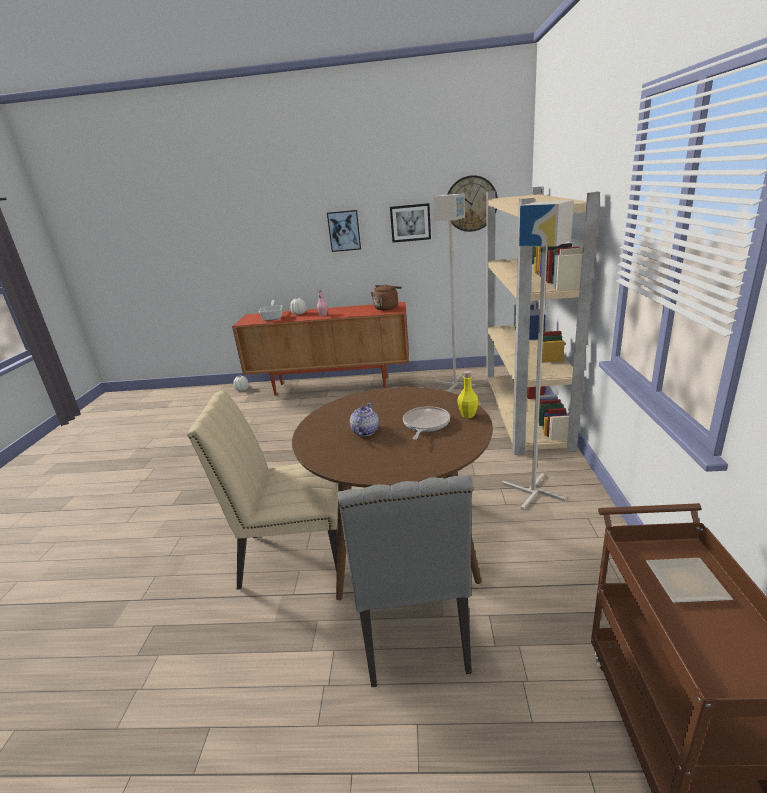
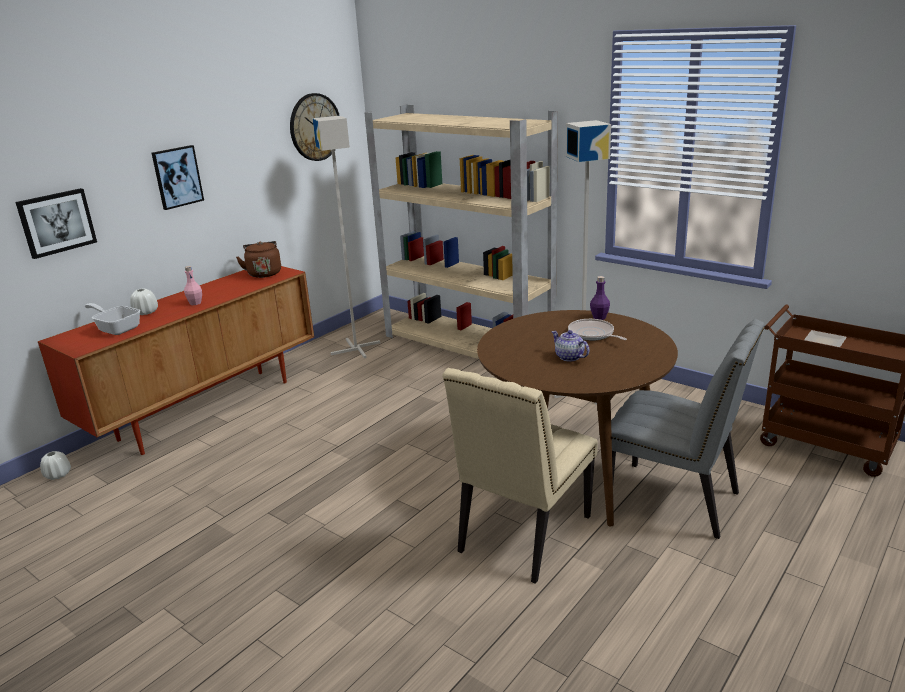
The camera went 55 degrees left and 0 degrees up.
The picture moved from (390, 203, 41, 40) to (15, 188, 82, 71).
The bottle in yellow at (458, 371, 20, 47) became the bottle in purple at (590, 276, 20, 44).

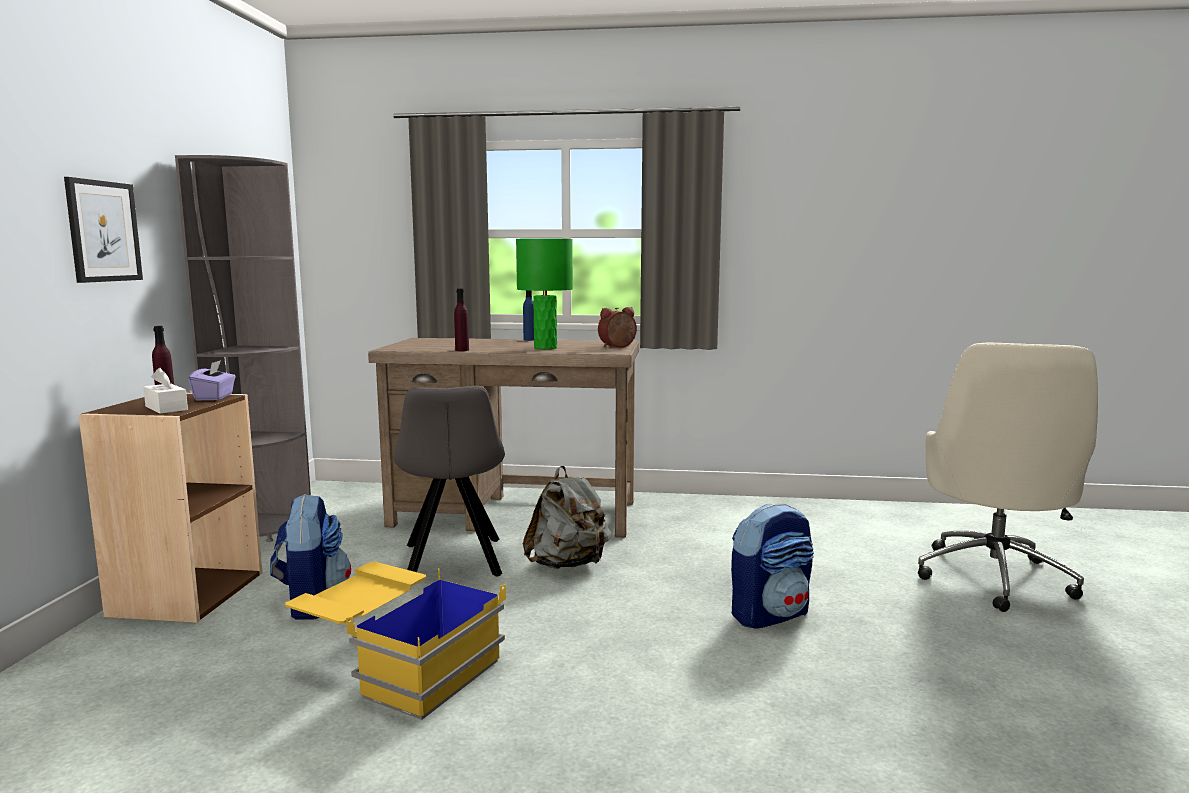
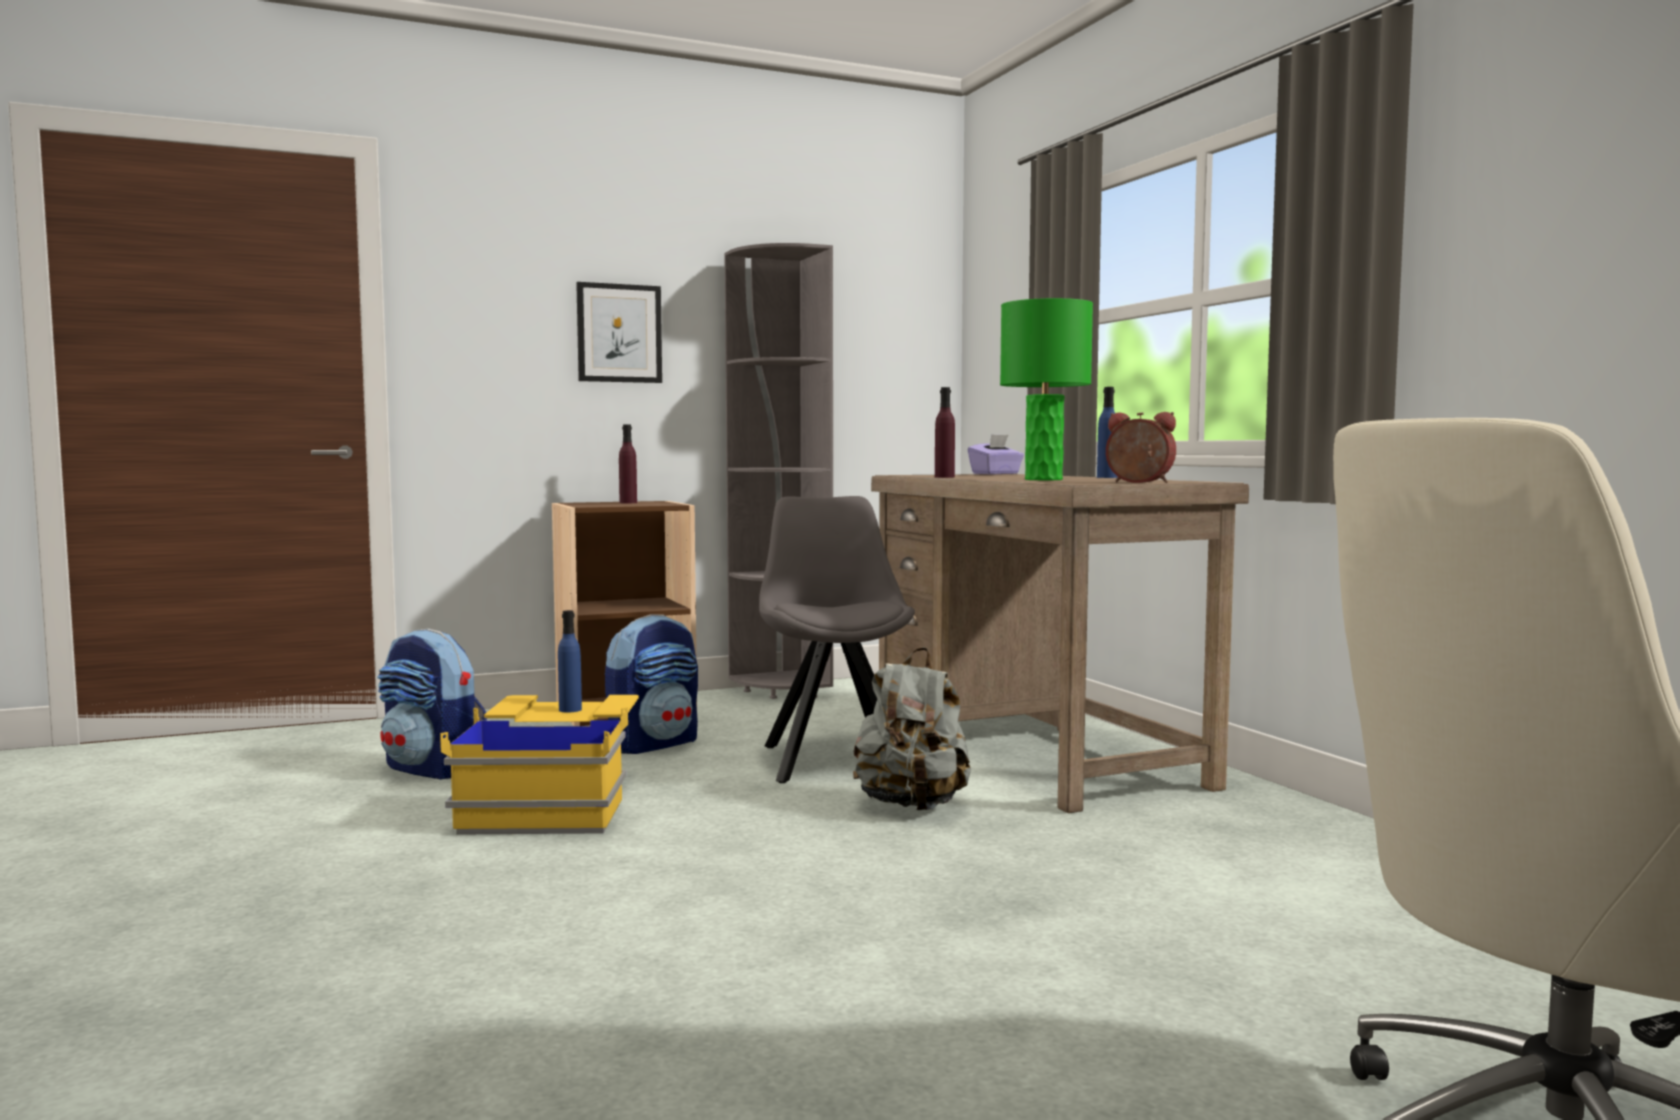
The camera went 60 degrees right and 5 degrees down.
The tissue box in white at (143, 368, 45, 46) disappeared.
The tissue box in purple moved from (188, 360, 48, 40) to (968, 434, 56, 41).
The chair in grey at (394, 386, 111, 190) turned 120 degrees clockwise.
The backpack moved from (731, 503, 83, 126) to (377, 629, 110, 151).
The bottle in blue at (558, 610, 24, 103) appeared.

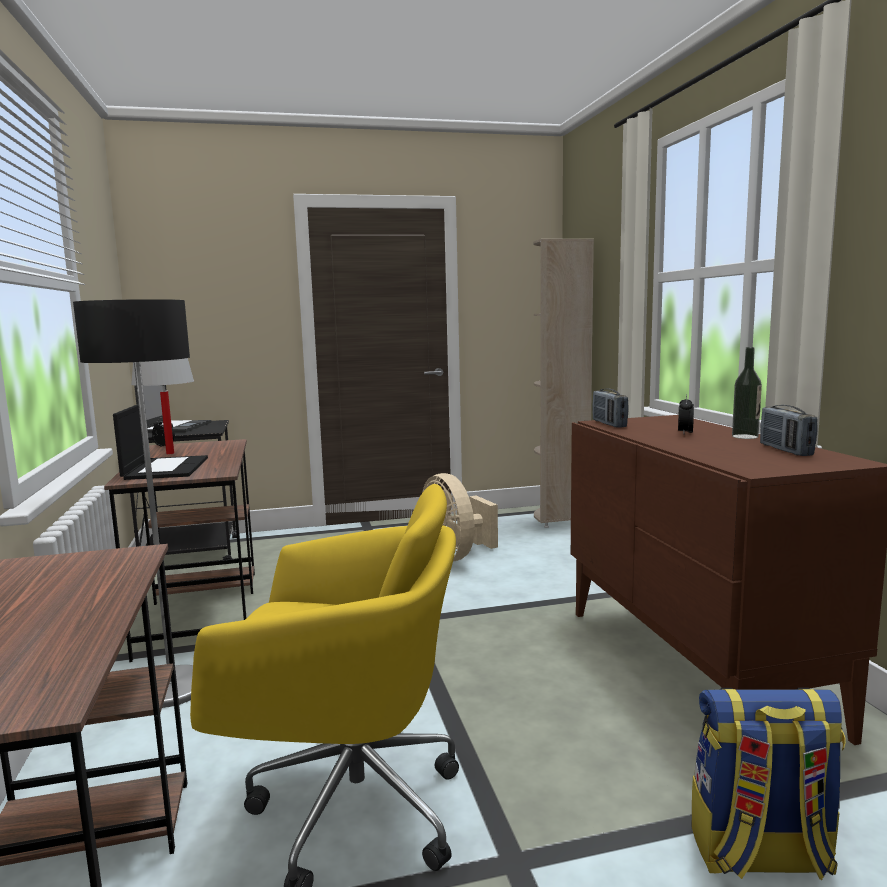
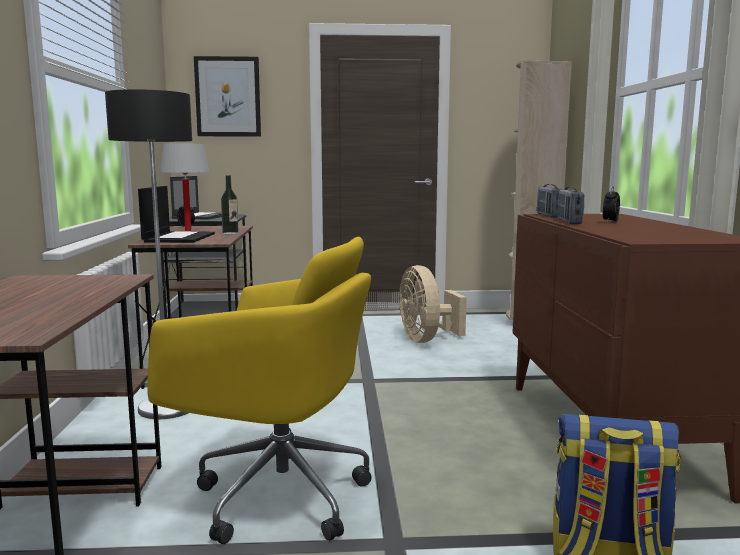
The camera went 10 degrees right and 0 degrees up.
The bottle moved from (732, 347, 30, 92) to (221, 175, 17, 59).
The radio moved from (760, 405, 57, 51) to (557, 186, 27, 38).
The picture at (194, 56, 67, 80) appeared.

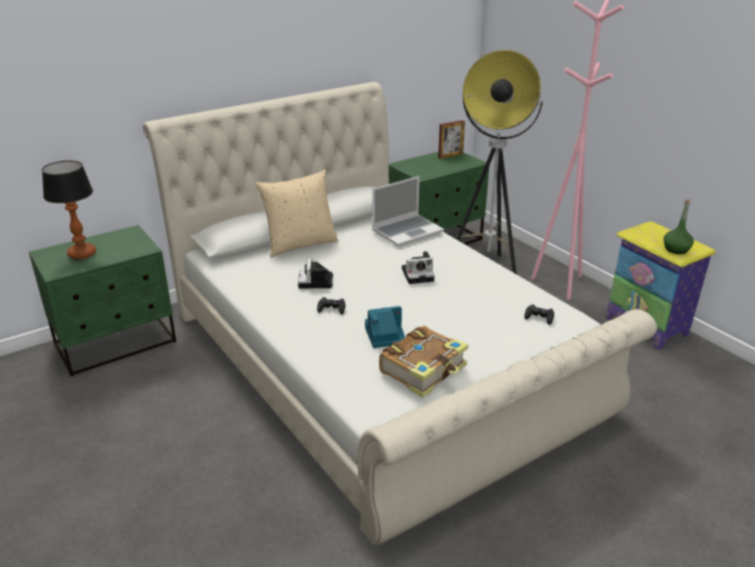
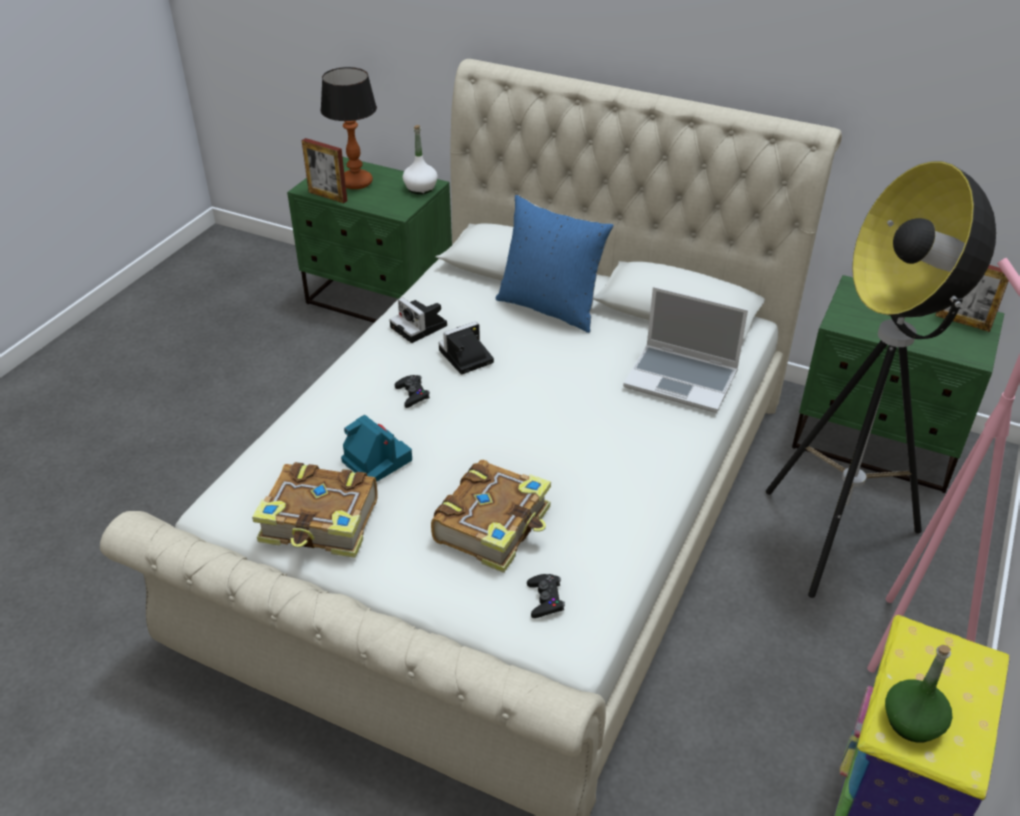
The camera went 60 degrees right and 10 degrees up.
The pillow in beige at (256, 170, 83, 88) became the pillow in blue at (496, 195, 118, 138).
The photo camera moved from (402, 251, 32, 33) to (390, 297, 57, 46).
The picture frame at (302, 138, 45, 65) appeared.
The bottle in white at (403, 125, 35, 69) appeared.
The book at (431, 460, 120, 113) appeared.

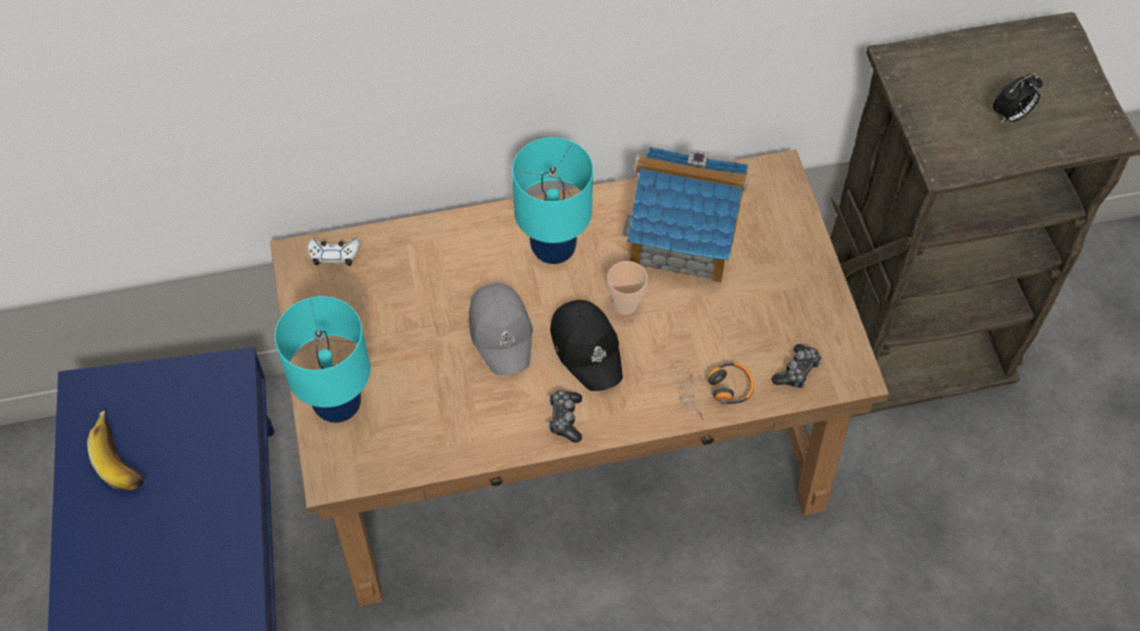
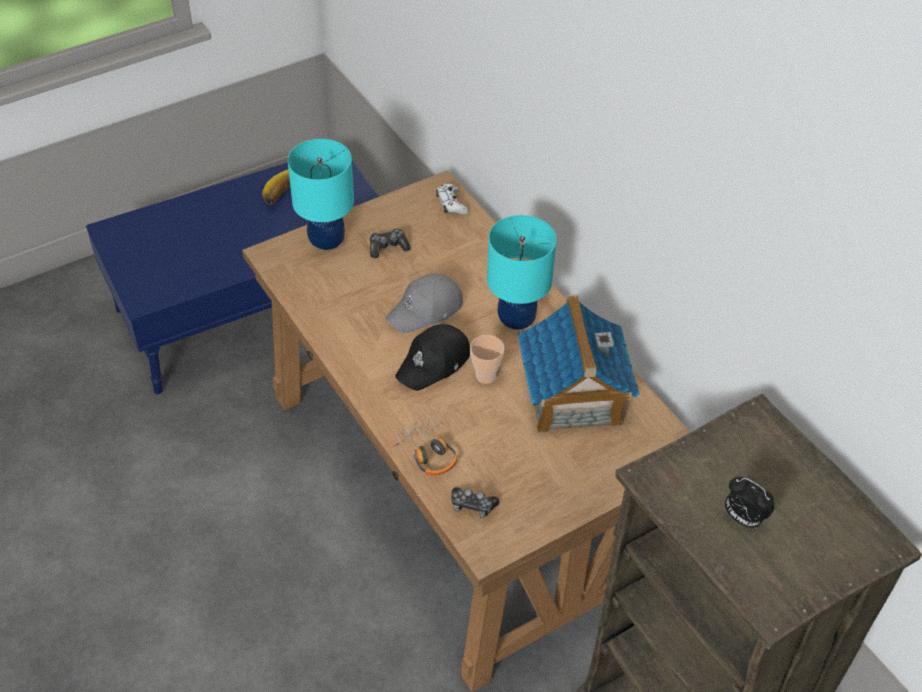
The camera went 70 degrees right and 10 degrees down.
The game controller moved from (548, 390, 34, 53) to (370, 228, 41, 30).

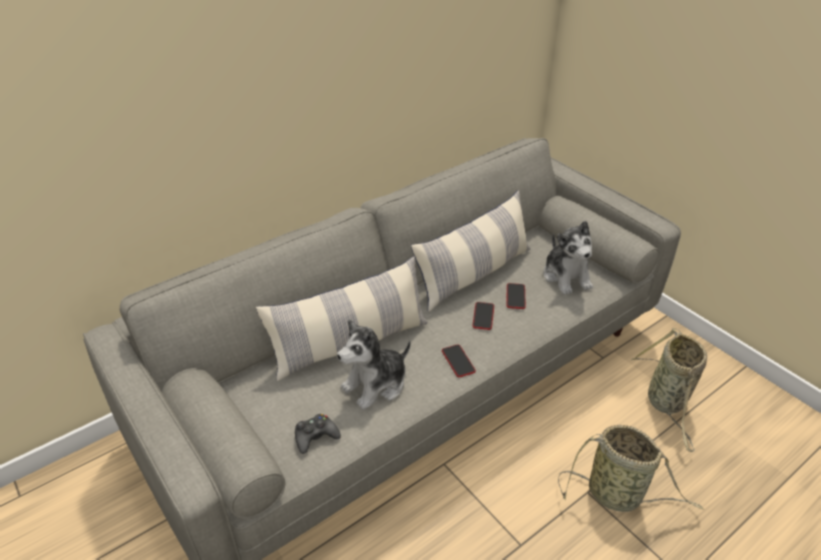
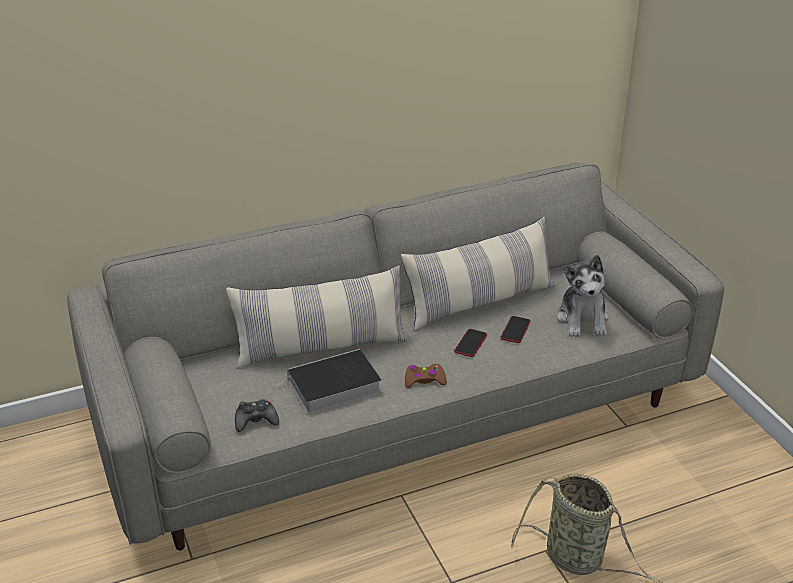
The camera went 15 degrees right and 5 degrees down.
The plush toy at (337, 320, 74, 90) was replaced by the book at (275, 349, 107, 65).
The phone at (442, 344, 34, 33) was replaced by the game controller in brown at (405, 364, 42, 24).
The basket at (631, 328, 76, 124) disappeared.

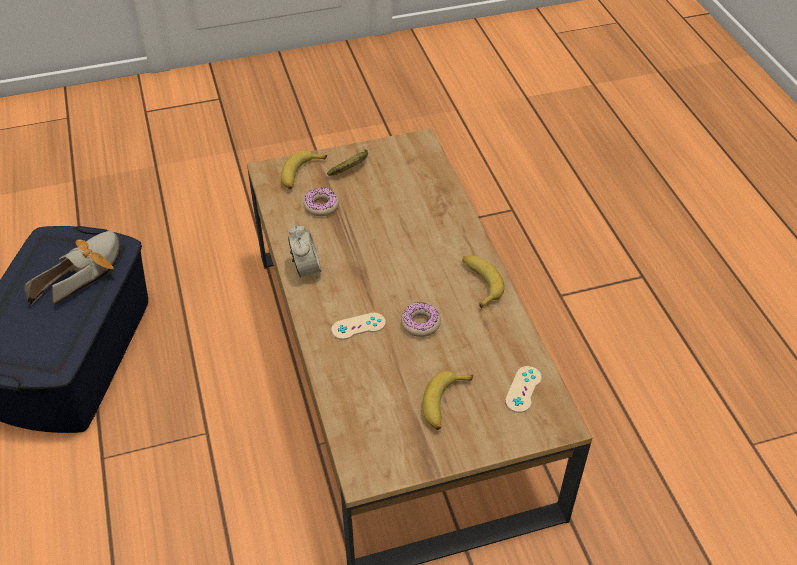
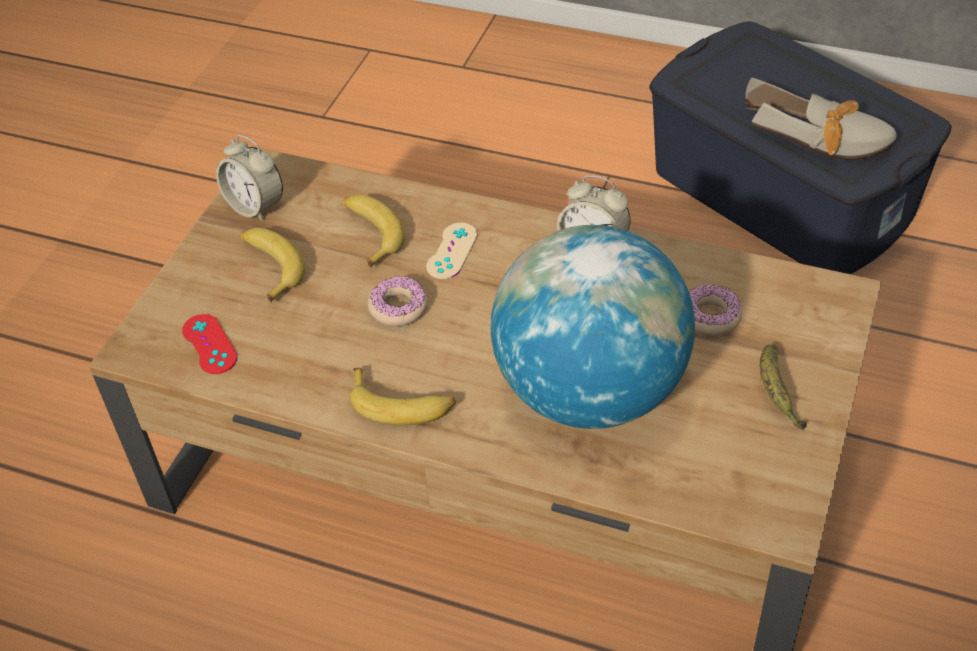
The camera went 130 degrees right and 0 degrees up.
The shoe at (24, 231, 95, 74) turned 45 degrees counterclockwise.
The banana moved from (281, 150, 46, 39) to (343, 194, 62, 73).
The game controller in beige at (505, 366, 37, 47) became the game controller in red at (182, 314, 55, 60).
The alarm clock at (216, 135, 67, 86) appeared.
The globe at (491, 225, 204, 204) appeared.

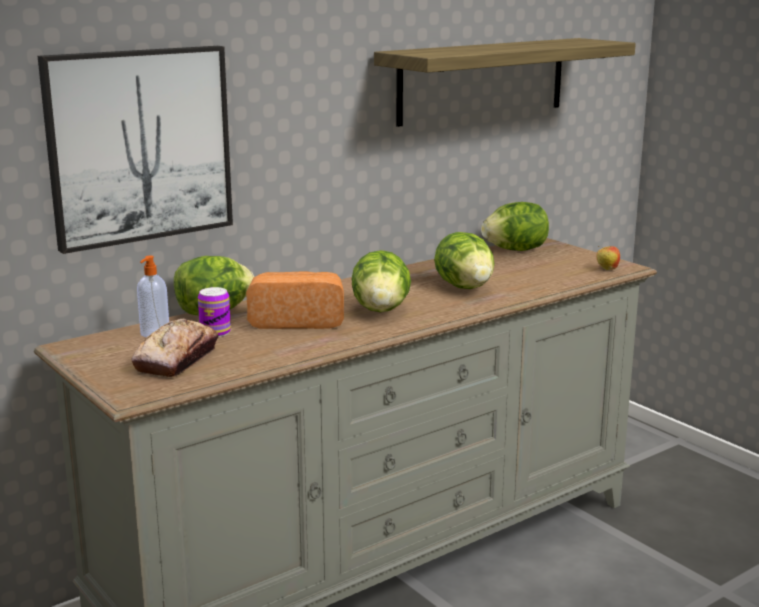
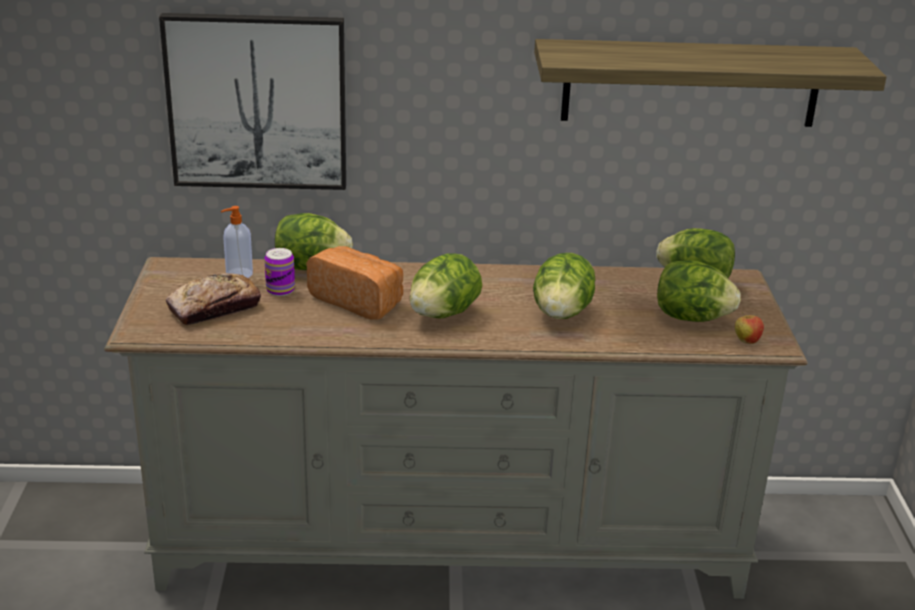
The camera went 35 degrees right and 10 degrees up.
The lettuce at (657, 261, 84, 61) appeared.

